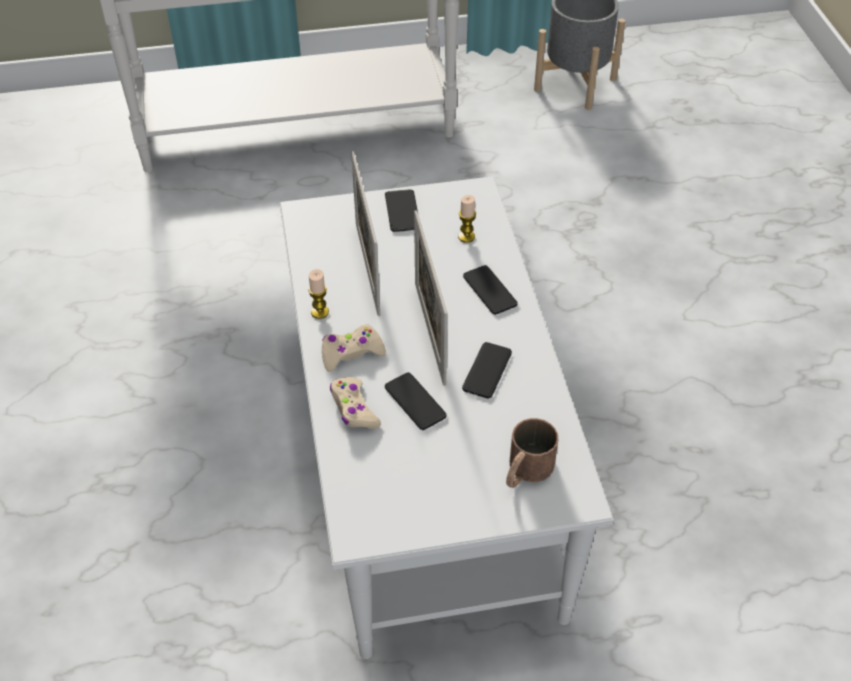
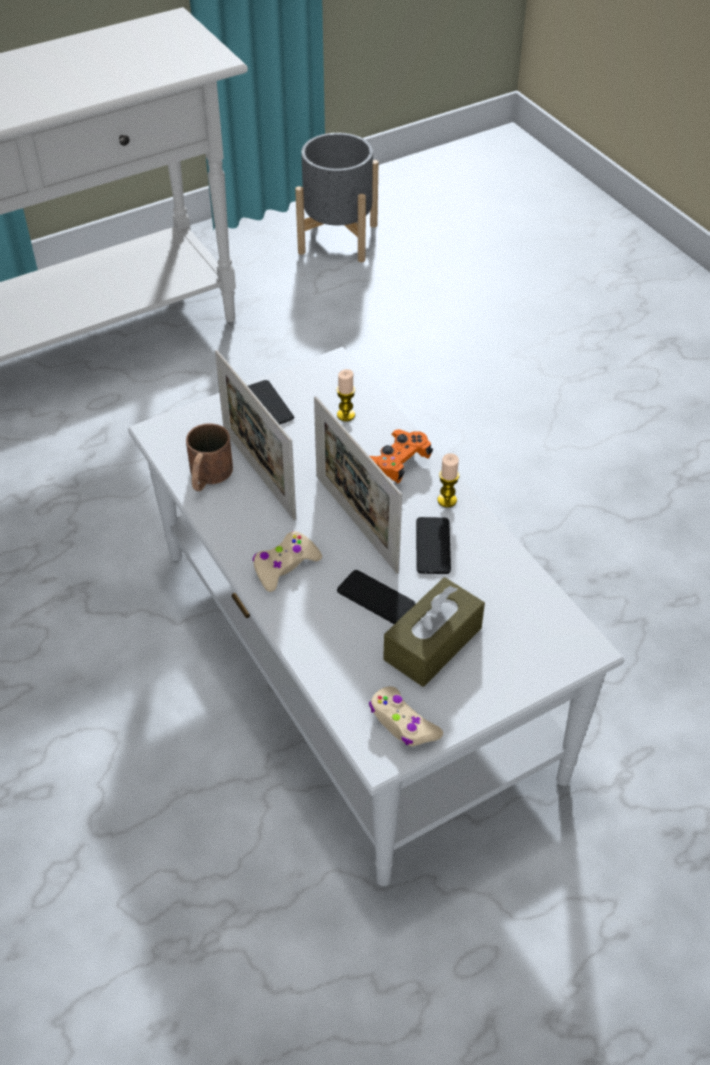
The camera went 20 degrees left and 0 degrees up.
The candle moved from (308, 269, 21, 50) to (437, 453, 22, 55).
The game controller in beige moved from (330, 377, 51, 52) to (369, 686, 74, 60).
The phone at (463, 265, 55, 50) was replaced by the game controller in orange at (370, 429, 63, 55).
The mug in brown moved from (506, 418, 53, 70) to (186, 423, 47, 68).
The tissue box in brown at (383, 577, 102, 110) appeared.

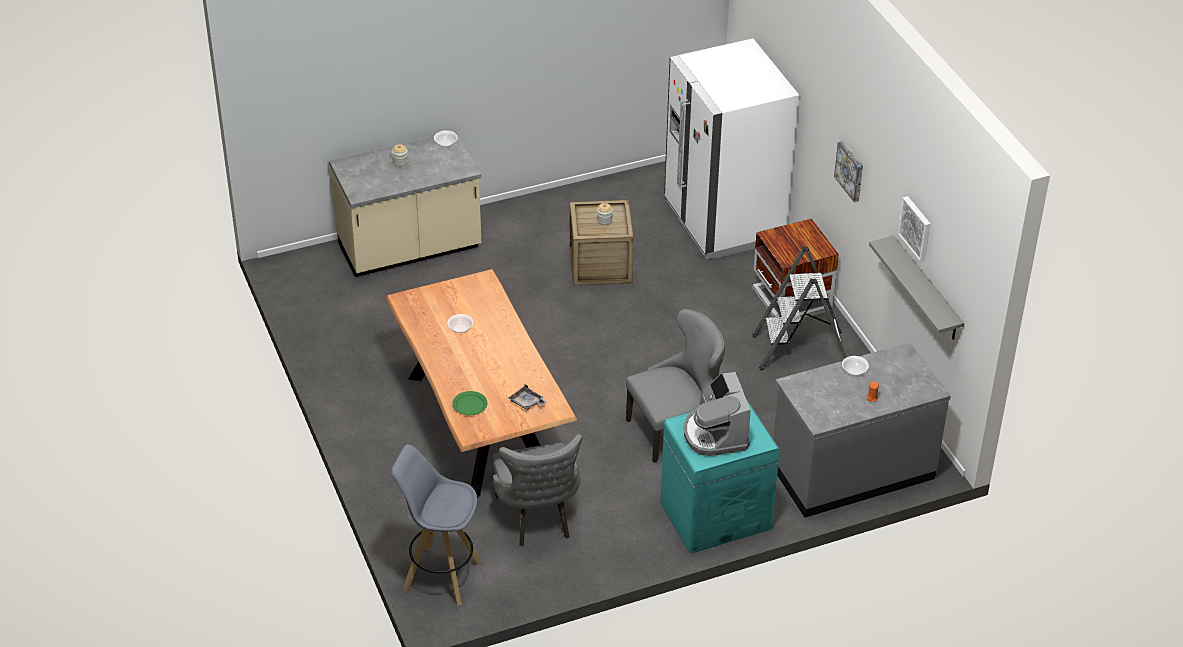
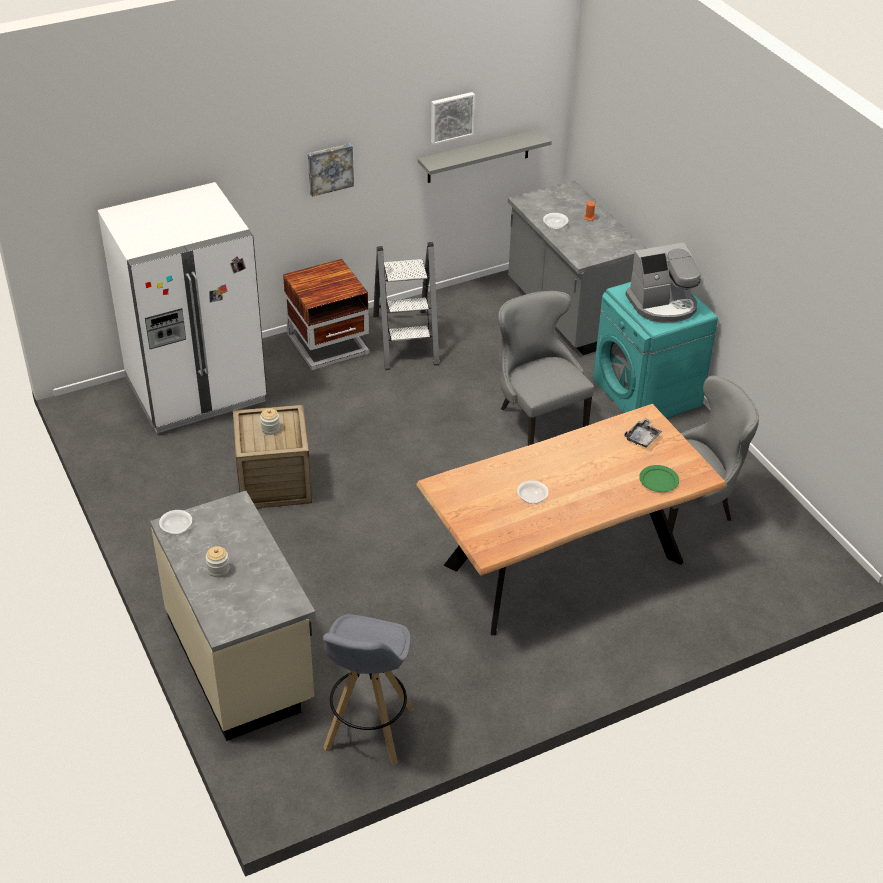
The camera went 95 degrees left and 0 degrees up.
The stool in grey moved from (391, 444, 91, 162) to (323, 614, 92, 151).

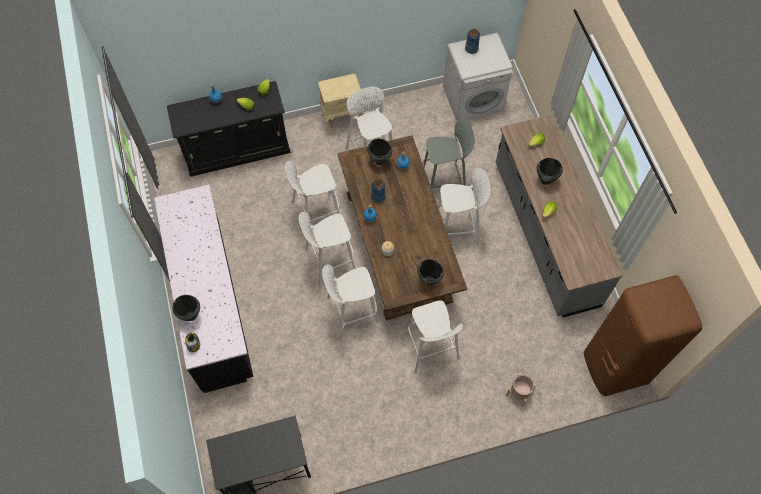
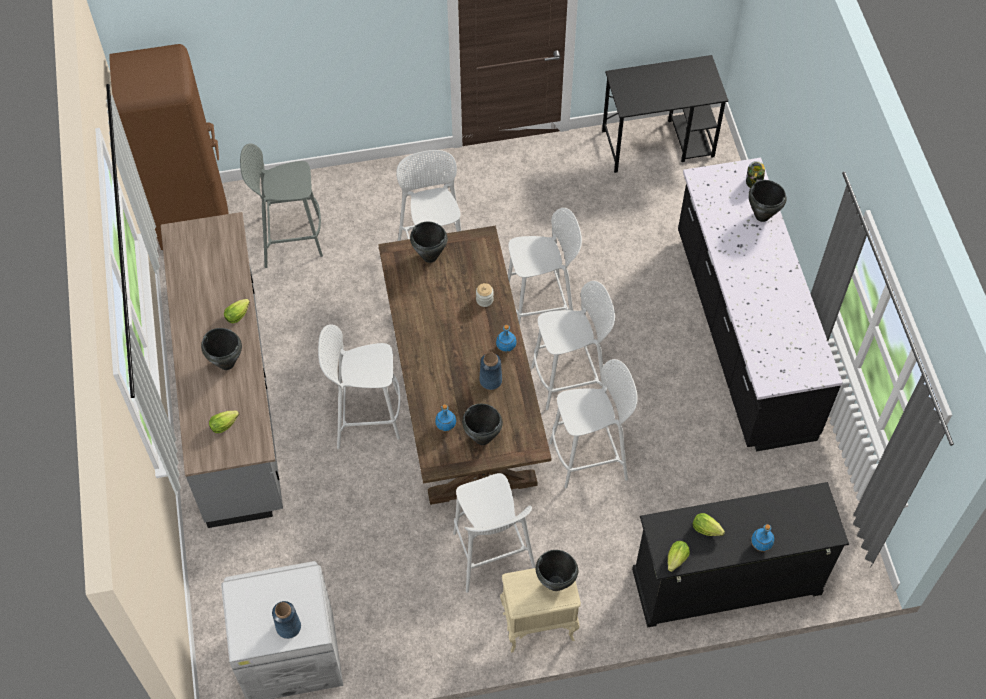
The camera went 175 degrees left and 5 degrees down.
The stool in grey moved from (423, 119, 52, 69) to (240, 144, 83, 124).
The planter in beige at (506, 374, 31, 33) disappeared.
The cooking pot in black at (536, 550, 42, 41) appeared.

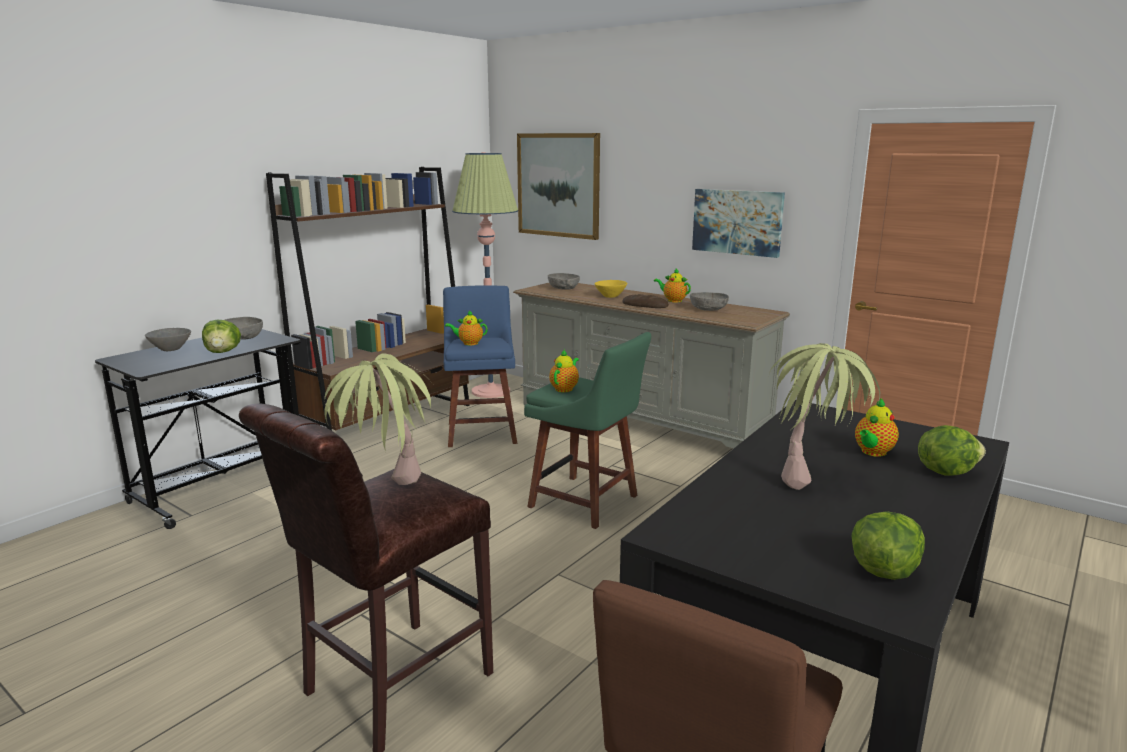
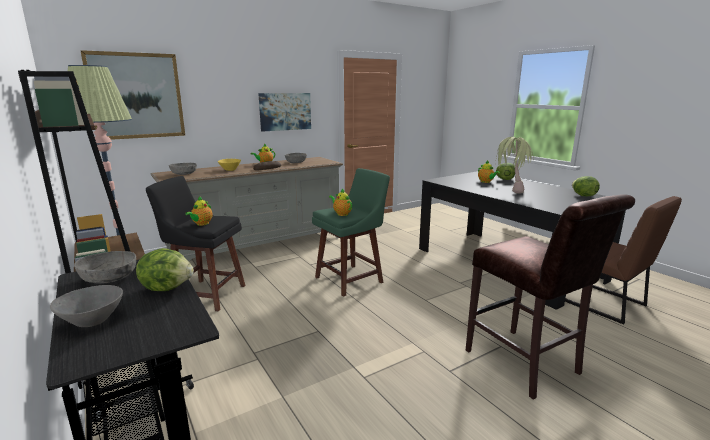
The camera went 70 degrees left and 0 degrees up.
The potted plant at (324, 354, 115, 131) disappeared.
The stool in blue at (443, 285, 75, 162) became the stool in black at (146, 176, 99, 135).

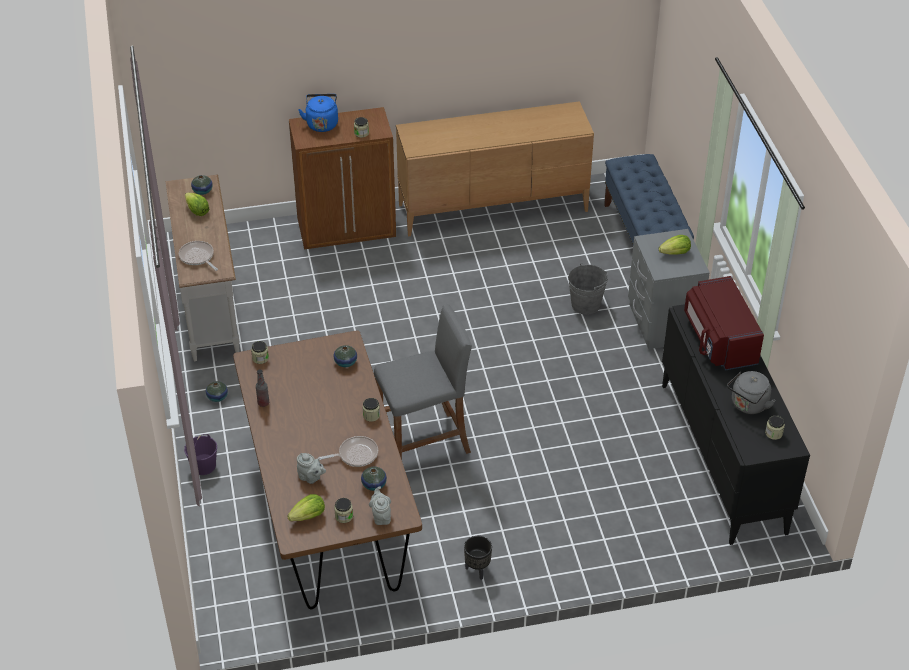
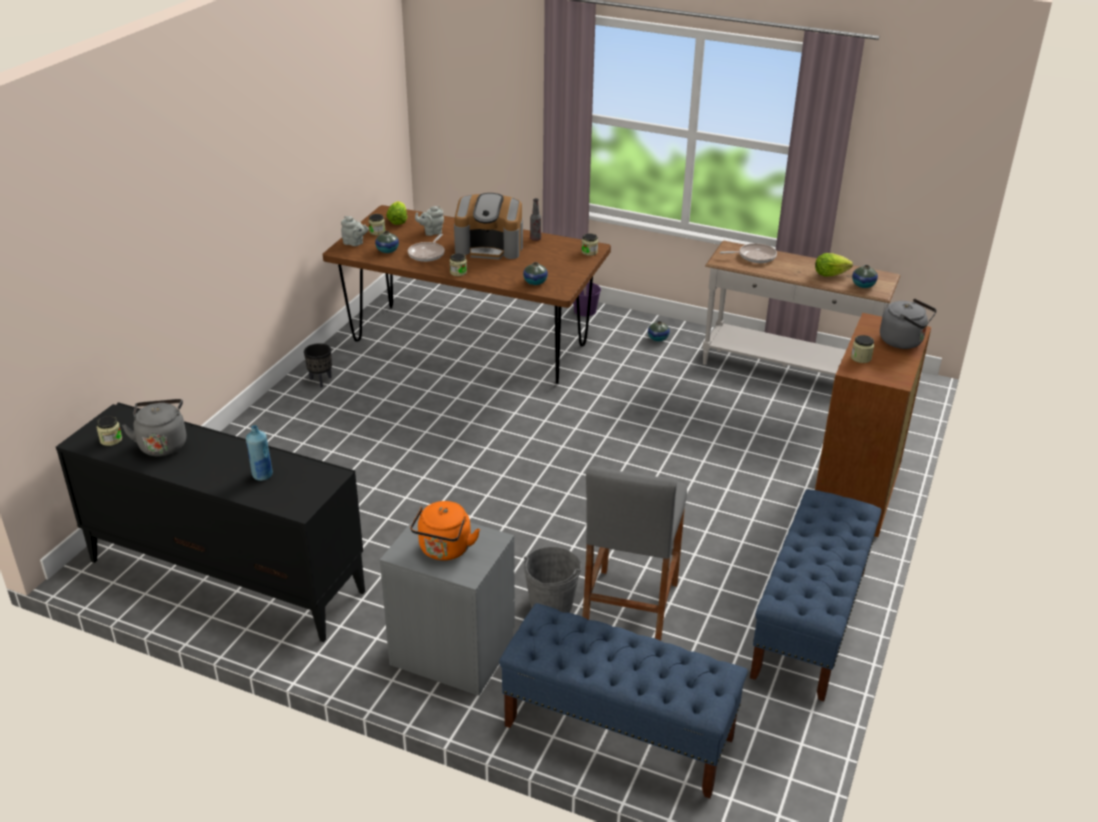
The camera went 125 degrees right and 10 degrees down.
The kettle in blue at (298, 94, 40, 38) became the kettle in grey at (880, 299, 57, 50).
The stool in grey moved from (374, 304, 98, 156) to (582, 466, 105, 175).
The dresser in brown at (396, 101, 198, 136) was replaced by the bench in blue at (750, 489, 131, 212).
The lettuce at (659, 235, 32, 20) was replaced by the kettle in orange at (410, 501, 70, 60).
The microwave in red at (684, 276, 80, 94) was replaced by the bottle in blue at (246, 425, 27, 56).
The coffee machine at (454, 193, 69, 67) appeared.

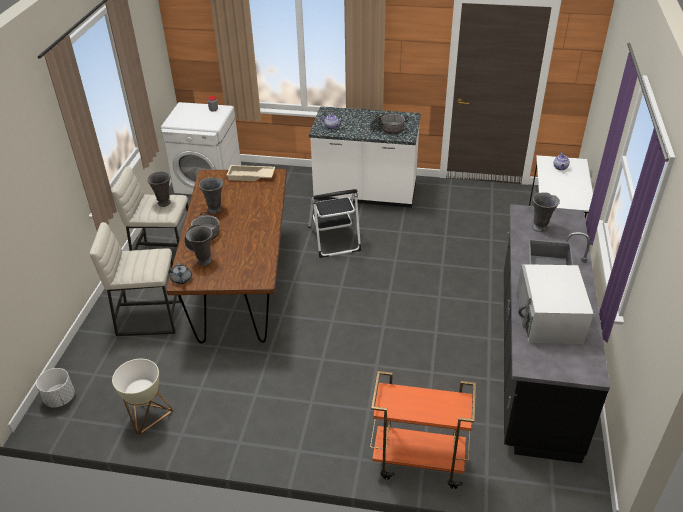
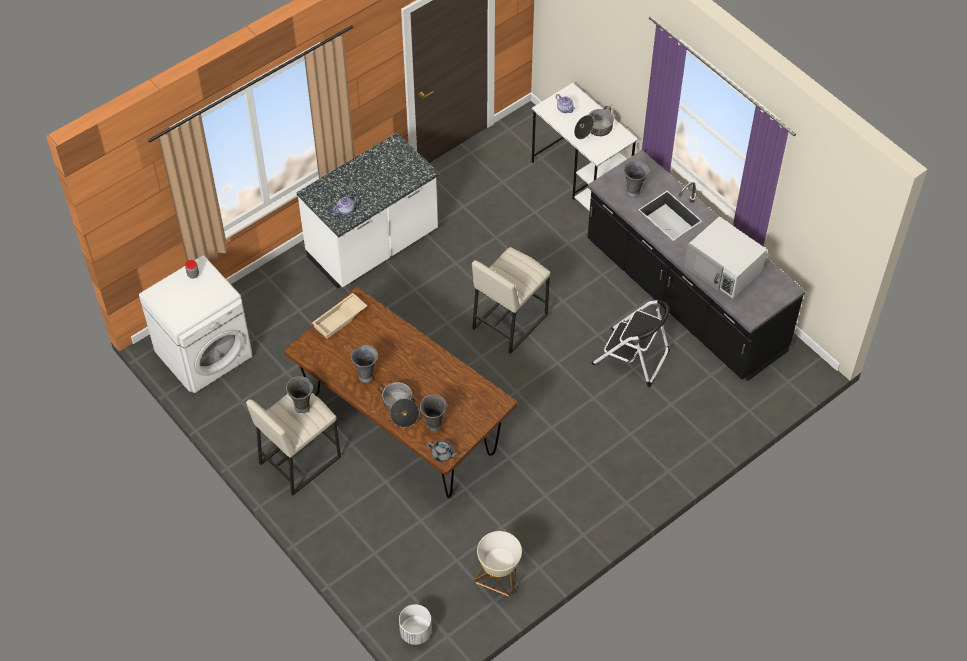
The camera went 50 degrees left and 15 degrees up.
The stool in beige moved from (90, 222, 91, 114) to (472, 247, 78, 107).
The step ladder moved from (308, 189, 53, 69) to (592, 300, 78, 87).
The cooking pot moved from (369, 113, 40, 22) to (574, 106, 40, 33).
The cart in orange at (370, 371, 106, 118) disappeared.

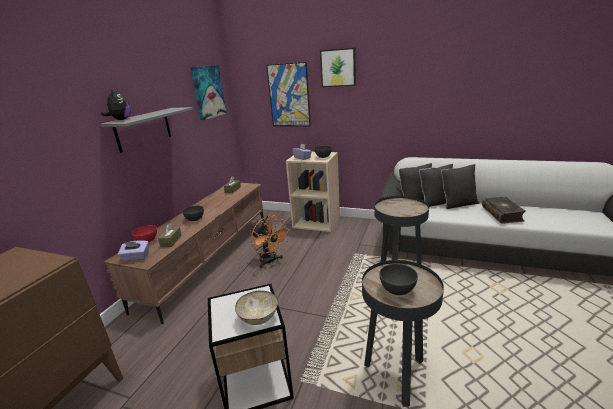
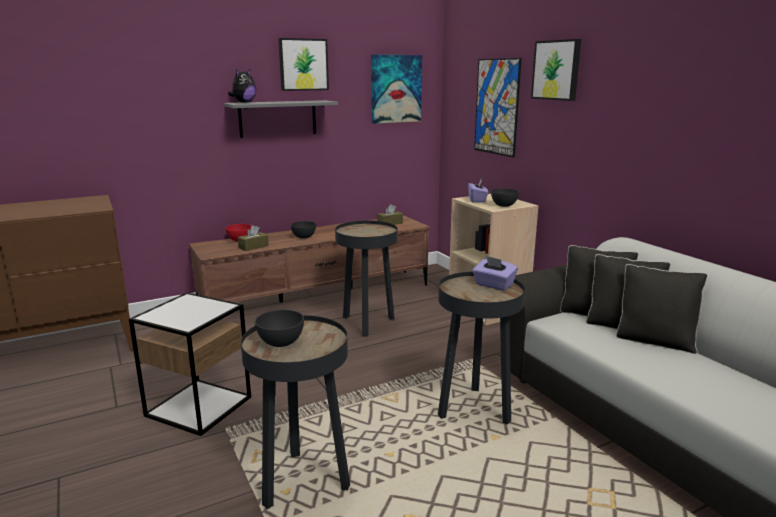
The camera went 40 degrees right and 5 degrees down.
The tissue box in purple moved from (118, 240, 31, 22) to (472, 256, 46, 35).
The bowl at (235, 291, 43, 34) disappeared.
The fan in orange at (250, 215, 40, 53) was replaced by the side table in black at (335, 221, 63, 116).
The book at (482, 197, 44, 27) disappeared.
The picture at (278, 38, 51, 53) appeared.

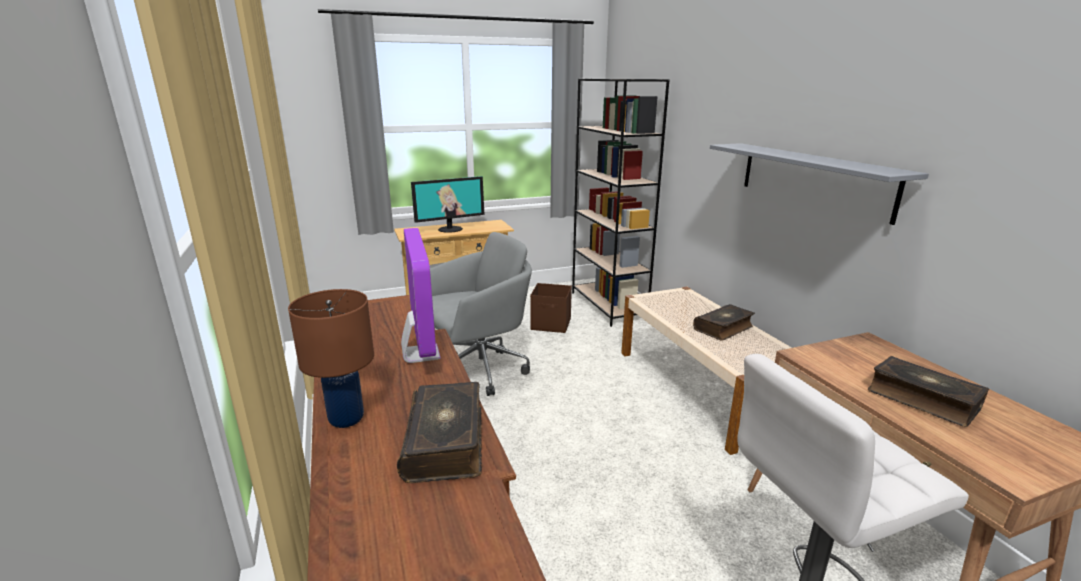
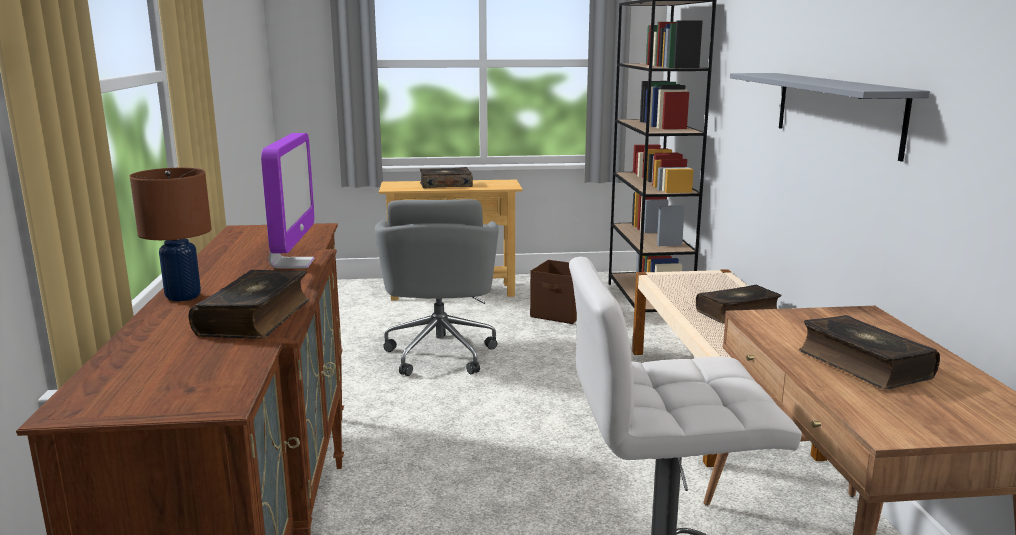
The camera went 15 degrees right and 5 degrees down.
The monitor at (411, 176, 73, 57) was replaced by the book at (420, 167, 53, 21).
The office chair in grey at (430, 232, 102, 164) turned 105 degrees clockwise.

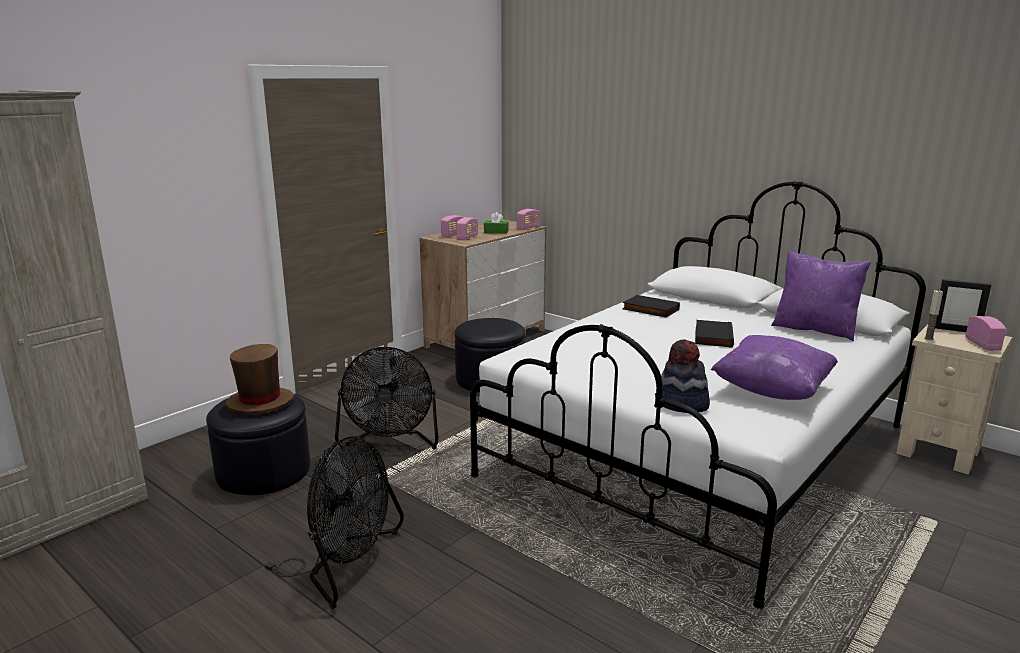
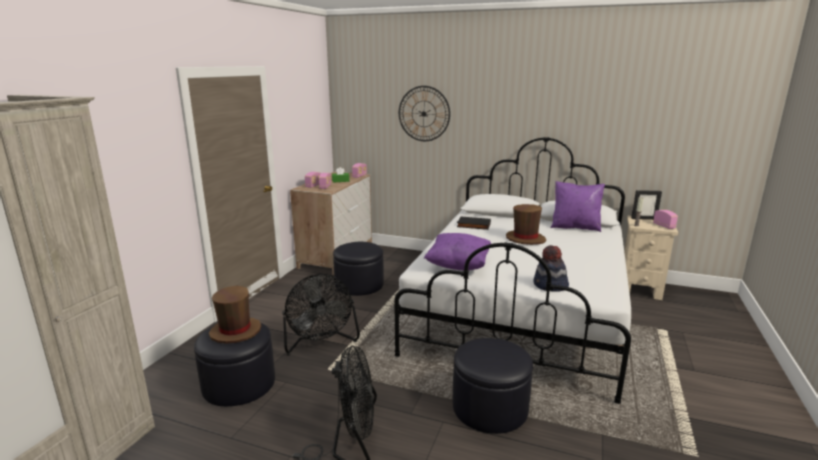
The camera went 20 degrees left and 0 degrees up.
The book in black at (695, 320, 39, 28) was replaced by the hat in brown at (506, 204, 40, 41).
The pillow in purple moved from (711, 335, 127, 65) to (424, 233, 67, 37).
The wall clock at (399, 86, 51, 55) appeared.
The ottoman in black at (453, 338, 80, 96) appeared.

